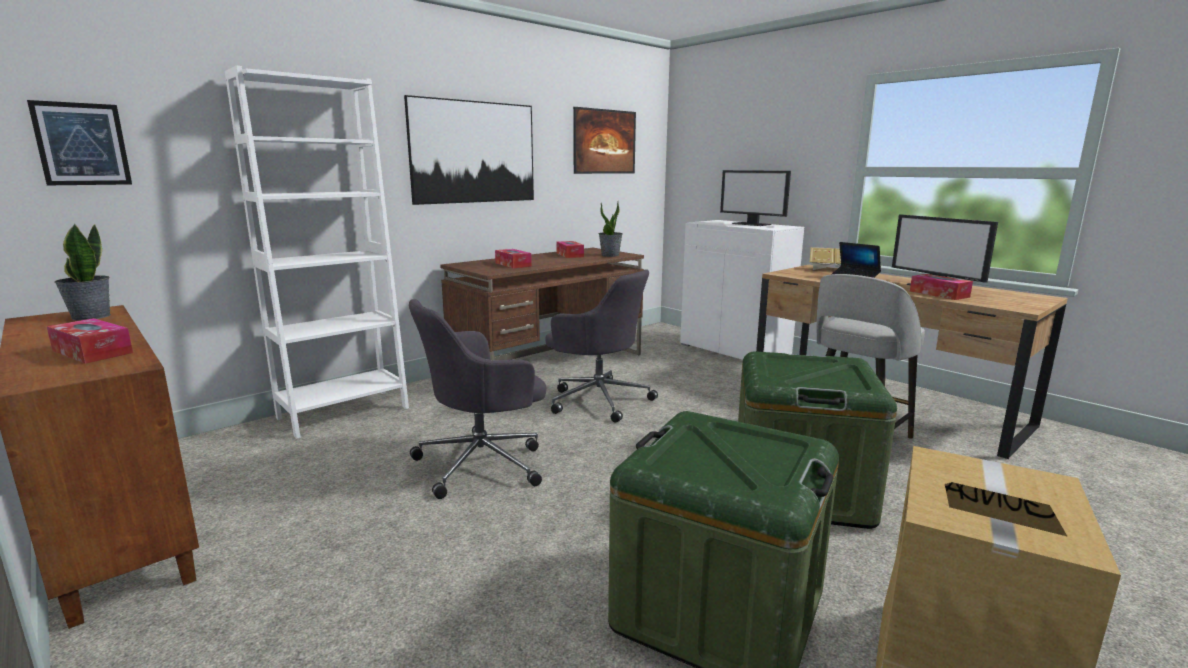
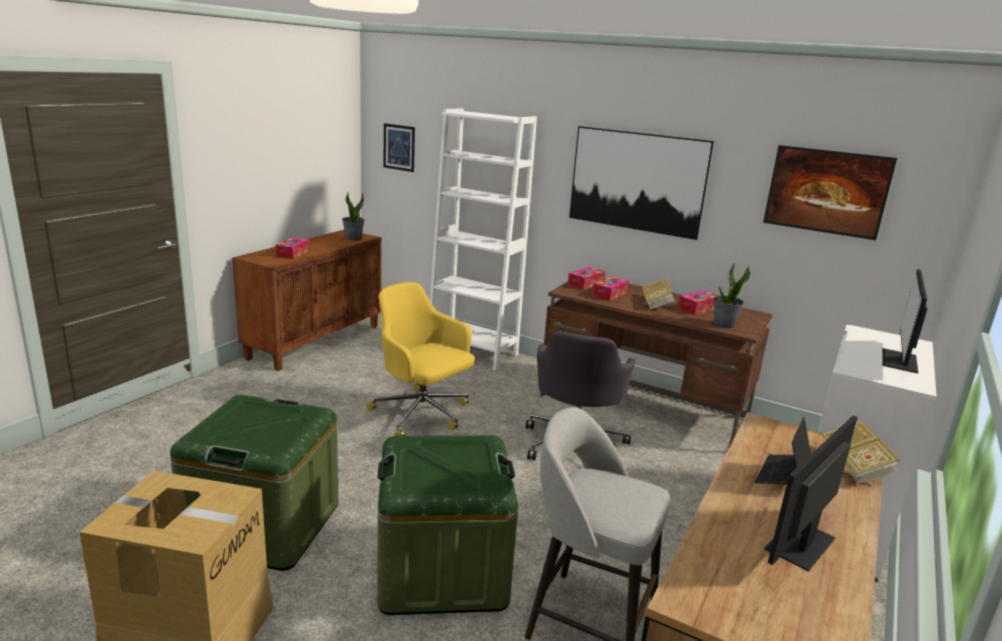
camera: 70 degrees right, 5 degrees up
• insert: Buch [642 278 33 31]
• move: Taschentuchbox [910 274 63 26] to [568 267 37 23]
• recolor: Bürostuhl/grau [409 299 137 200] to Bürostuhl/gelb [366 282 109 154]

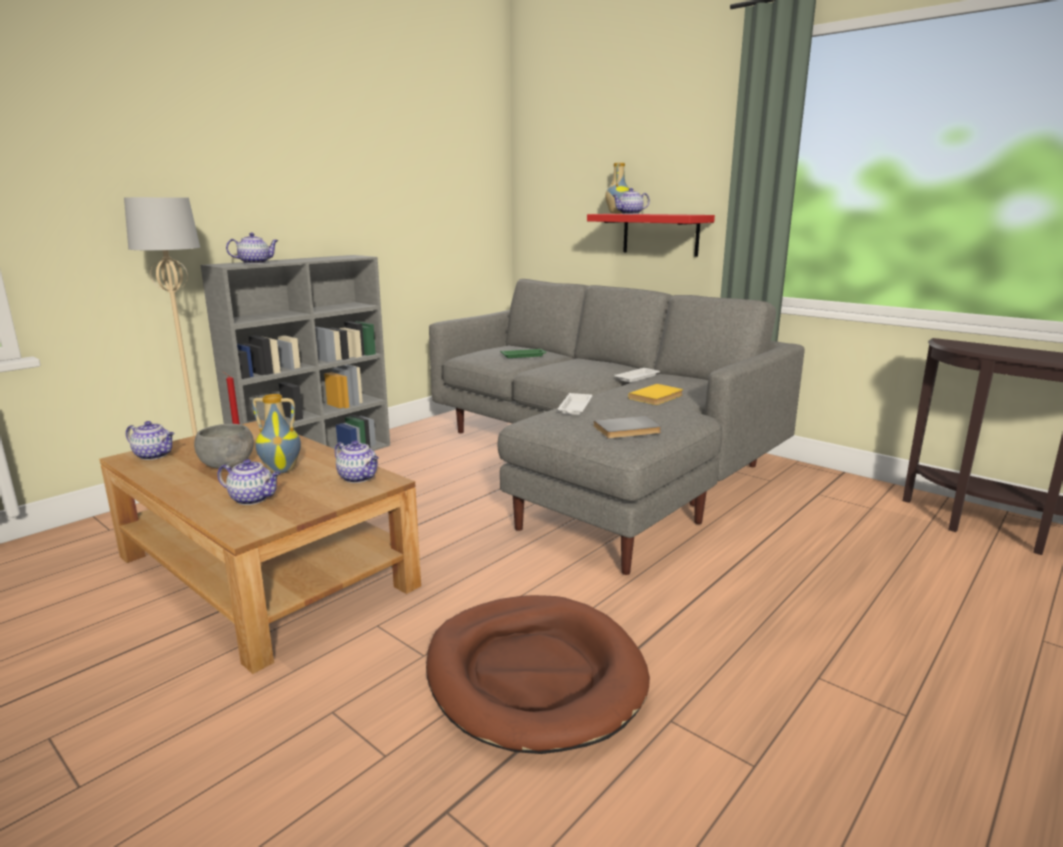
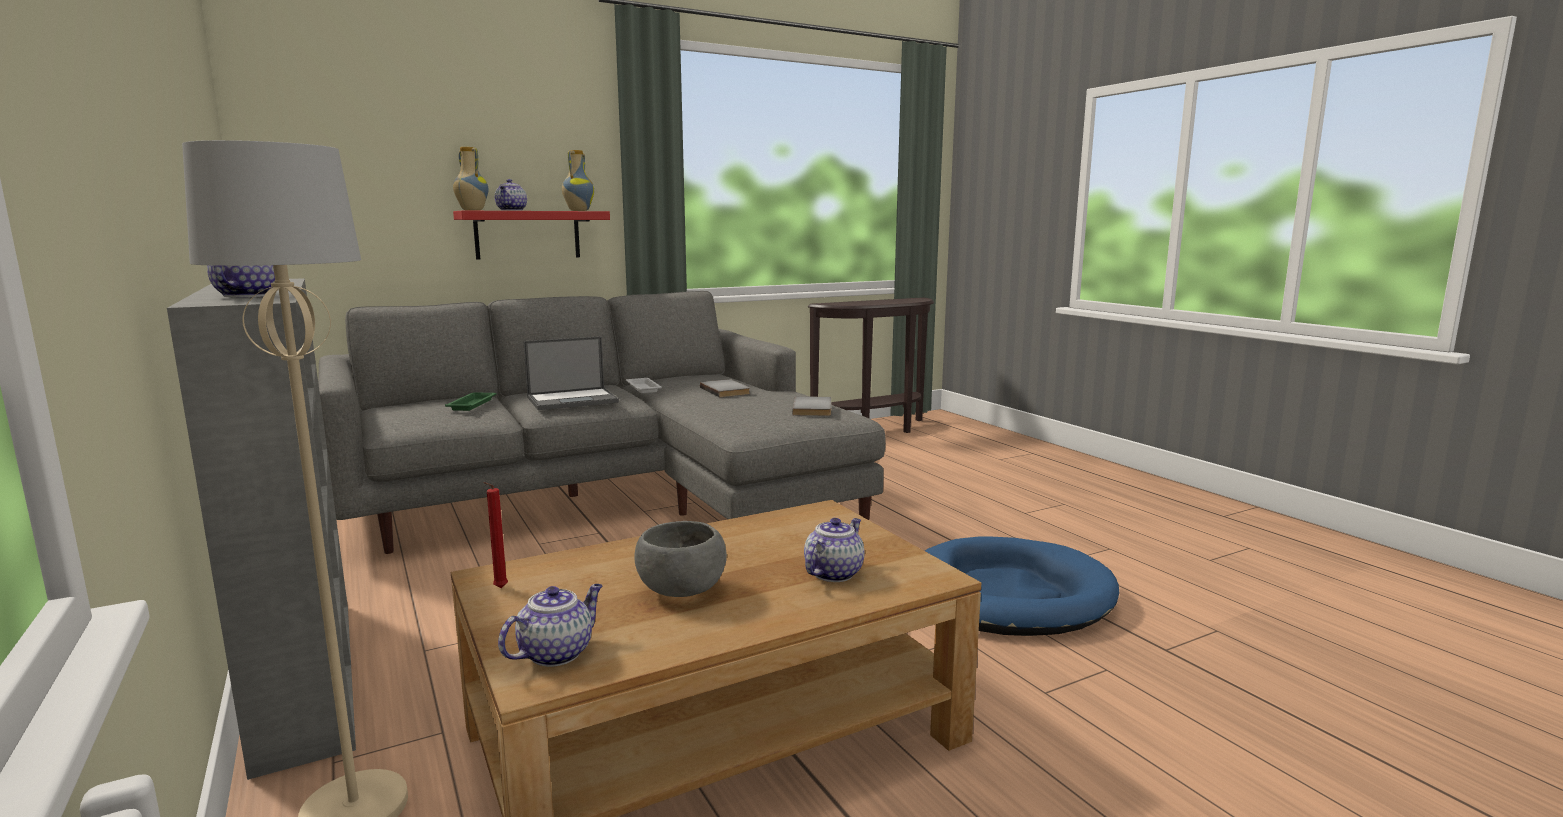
camera: 70 degrees left, 5 degrees down
• delete: Teekanne [335 440 44 43]
• delete: Tablett/weiß [558 393 34 22]
• insert: Laptop [523 336 96 74]
• move: Vase [252 394 49 79] to [562 150 32 61]
• recolor: Hundebett/braun [426 595 224 159] to Hundebett/blau [925 536 194 100]
• recolor: Buch/gelb [628 384 55 21] to Buch/grau [700 379 50 18]

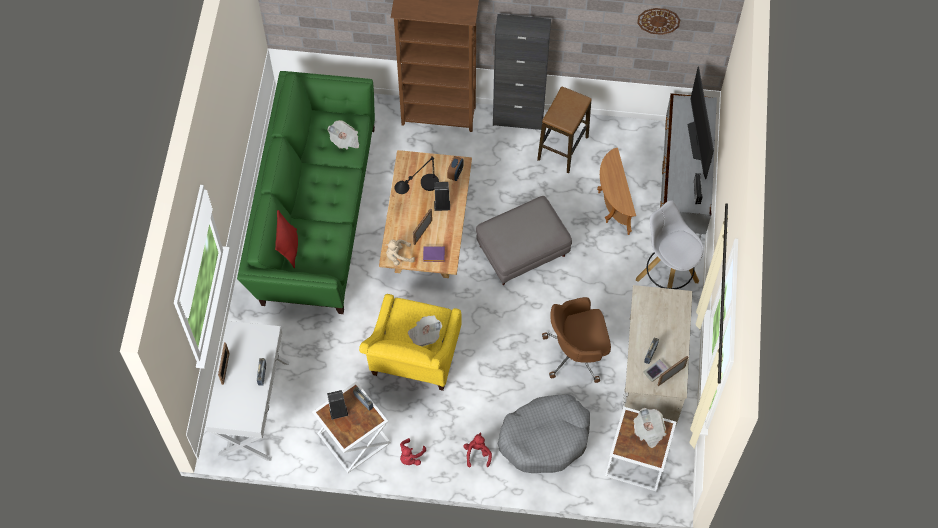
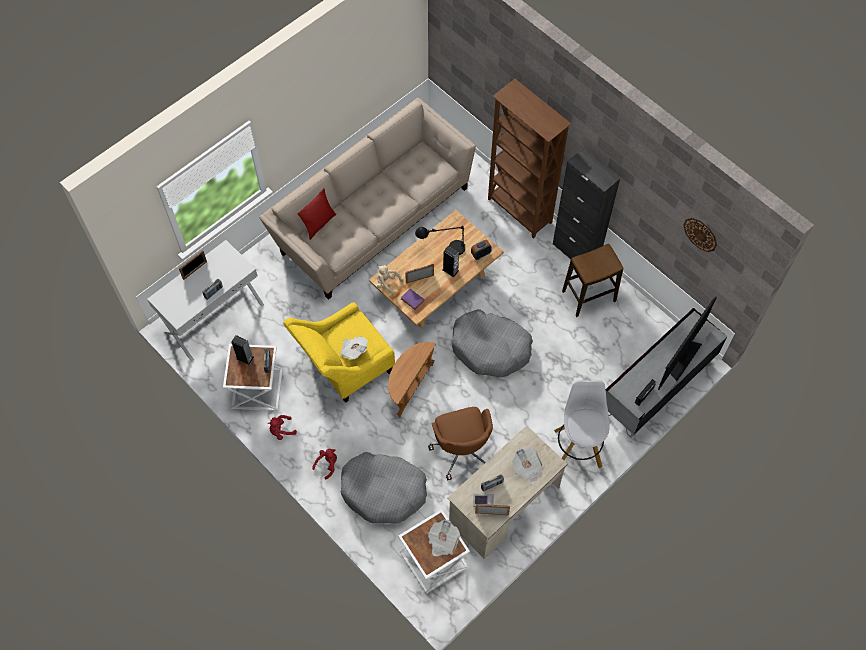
camera: 40 degrees right, 0 degrees up
• move: Zeitung [328 120 31 29] to [512 447 32 37]
• move: Beistelltisch/braun [597 148 39 87] to [388 342 48 76]
• replace: Polsterhocker/grau [476 196 96 89] to Hundebett/grau [452 309 81 68]
• recolor: Sofa/grün [237 71 138 243] to Sofa/beige [259 98 217 202]
• rotate: Bürostuhl/braun [542 297 69 86] = [428 407 65 73] 135 degrees counterclockwise

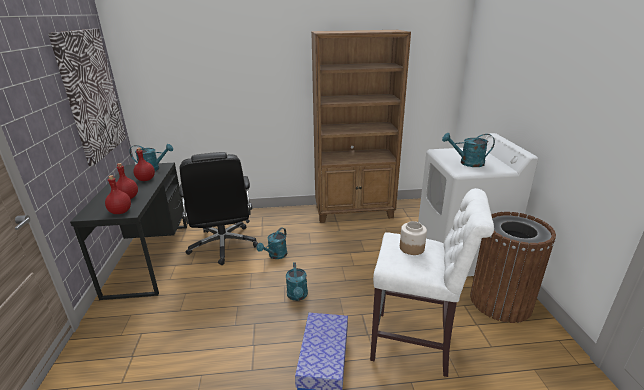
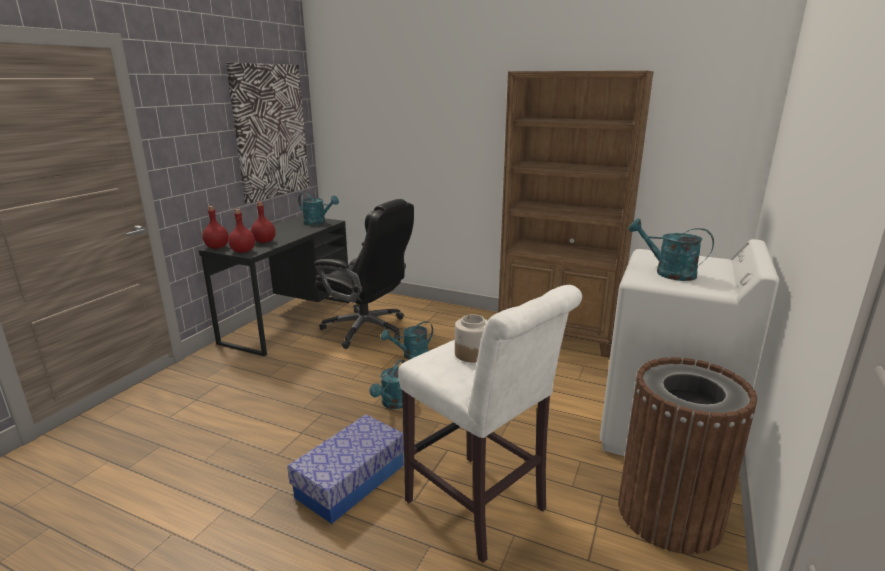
camera: 30 degrees right, 5 degrees down
• move: Flasche/rot [133 148 22 33] to [202 206 27 43]
• rotate: Bürostuhl/schwarz [179 152 79 113] = [314 199 100 150] 75 degrees counterclockwise

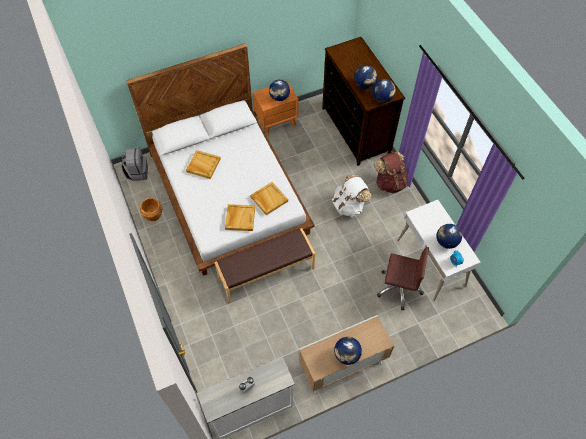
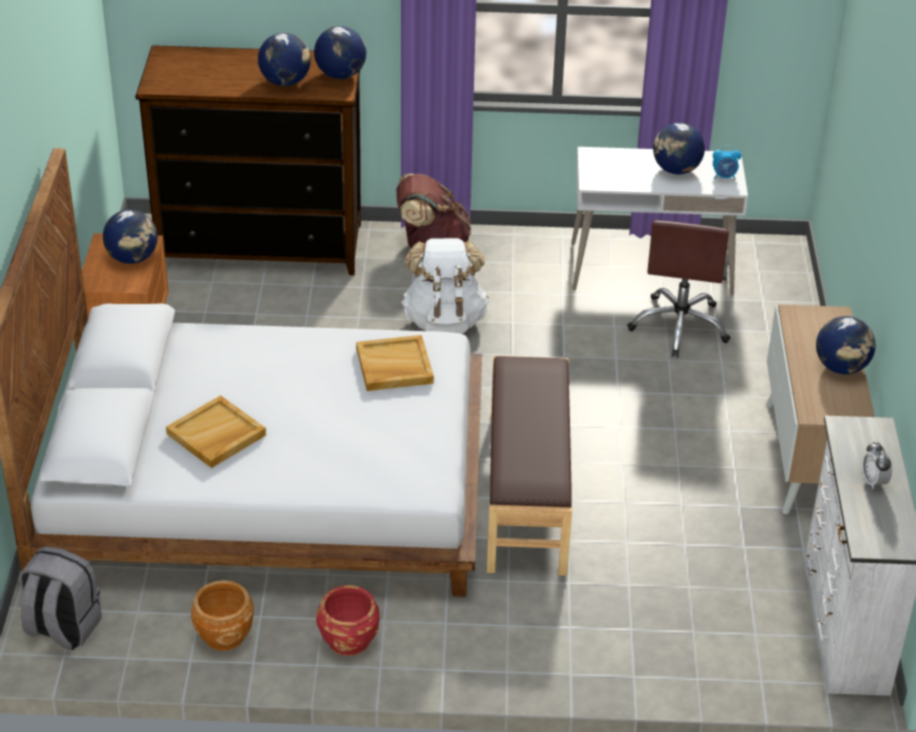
camera: 65 degrees left, 20 degrees down
• delete: Tablett/beige [225 204 30 27]
• insert: Pflanzkübel/rot [316 585 64 71]
• rotate: Bürostuhl/braun [377 247 52 63] = [627 220 103 138] 150 degrees clockwise

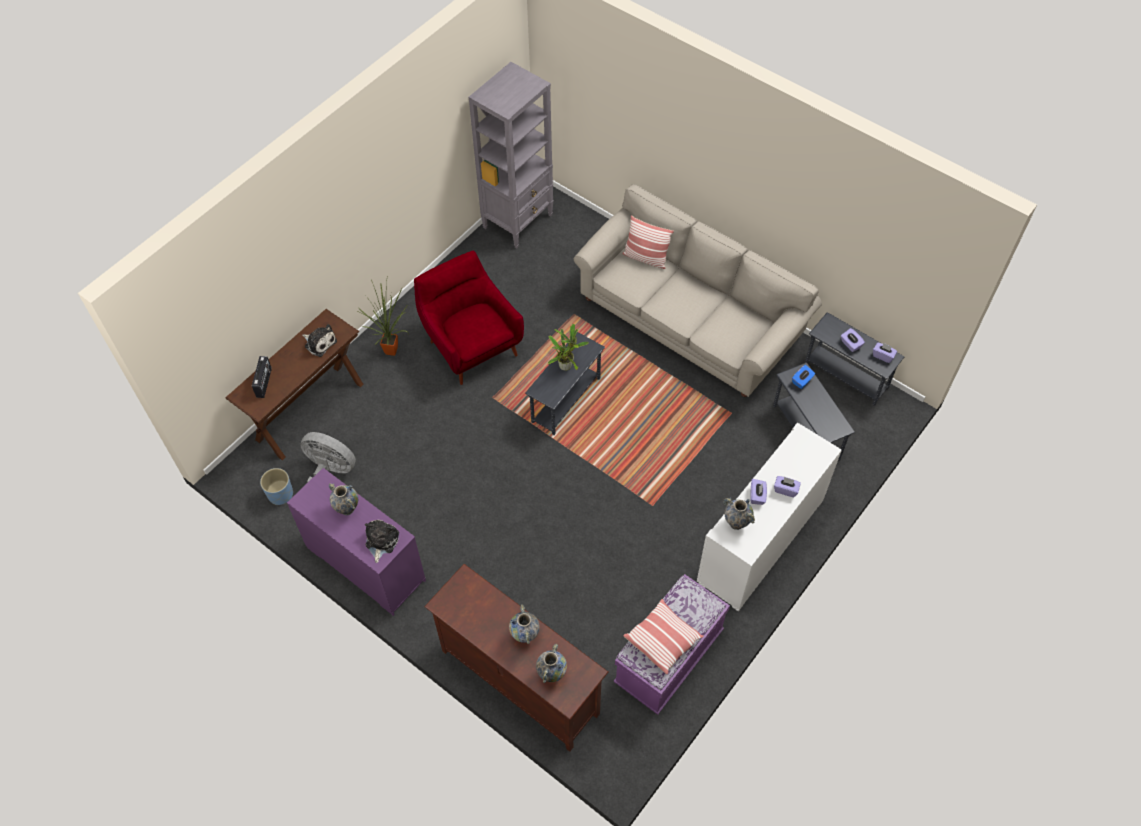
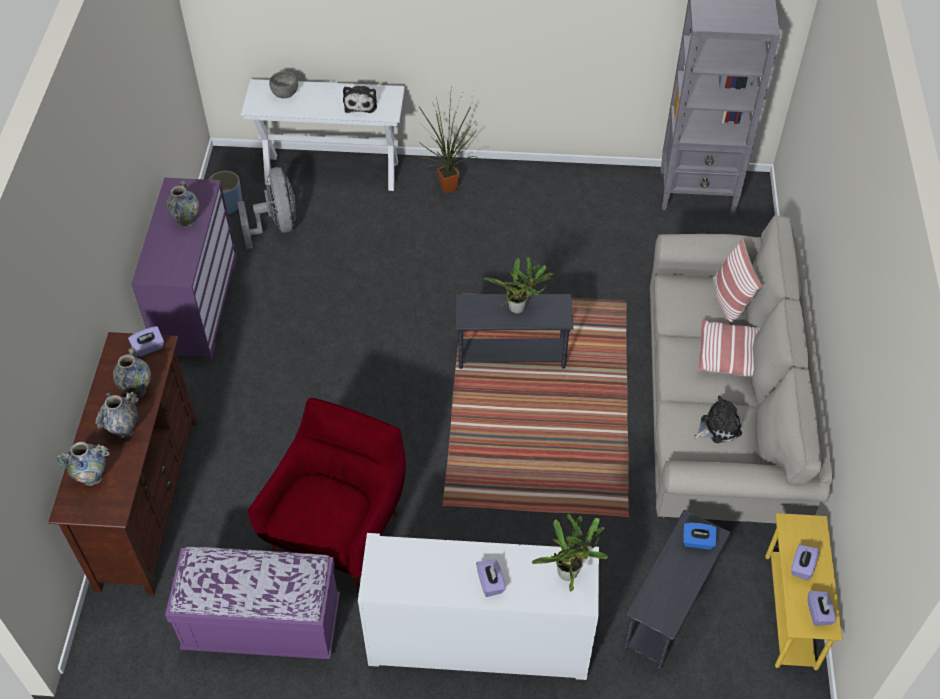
camera: 55 degrees right, 5 degrees down
• insert: Topfpflanze [532 514 76 77]
• move: Plüschtier [365 520 34 43] to [694 396 48 47]
• move: Sessel/rot [414 251 110 134] to [248 398 158 191]
• move: Kissen [623 599 81 75] to [699 319 62 58]
• move: Vase [723 498 32 32] to [113 347 38 51]
• move: Taschentuchbox/lila [750 479 17 26] to [128 326 36 31]
• replace: Radio [252 356 20 42] to Schüssel/grau [269 71 29 27]
• recolor: Konsolentisch/braun [226 309 137 151] to Konsolentisch/weiß [240 79 165 112]
• recolor: Beistelltisch/grau [805 312 99 94] to Beistelltisch/gelb [765 513 77 157]

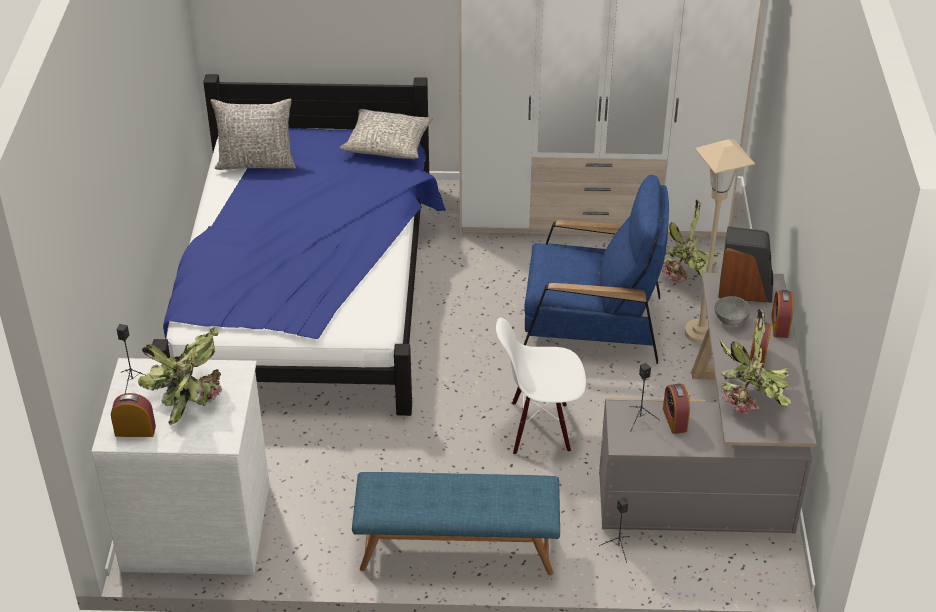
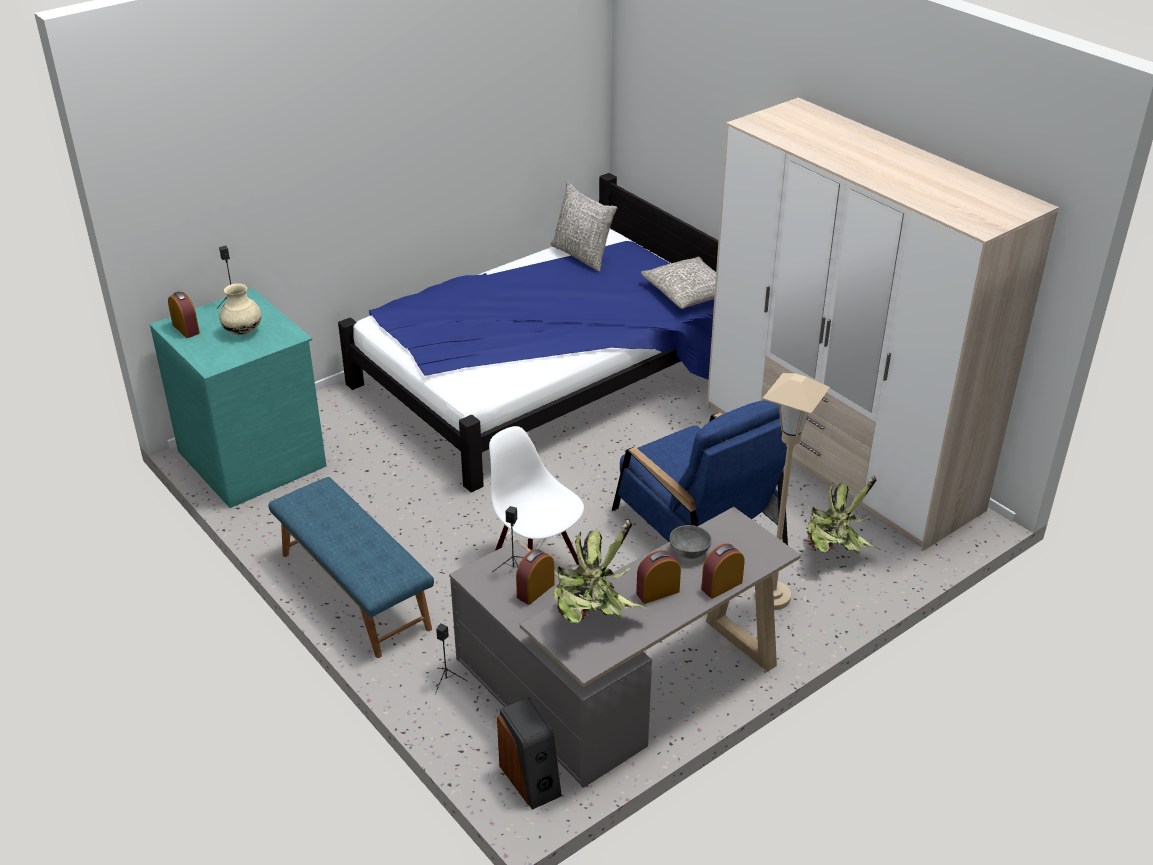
camera: 50 degrees right, 5 degrees down
• move: Lautsprecher [718 226 55 77] to [497 697 65 113]
• replace: Topfpflanze [138 327 84 98] to Vase/beige [219 283 43 52]
• recolor: Kommode/weiß [91 358 178 217] to Kommode/türkis [150 288 176 220]

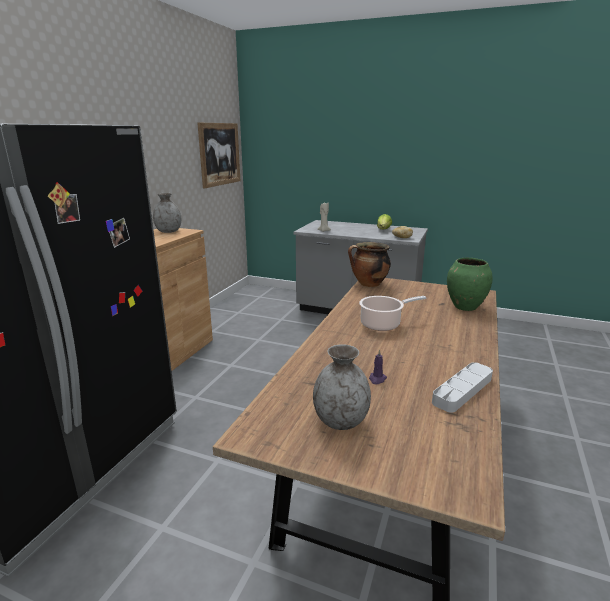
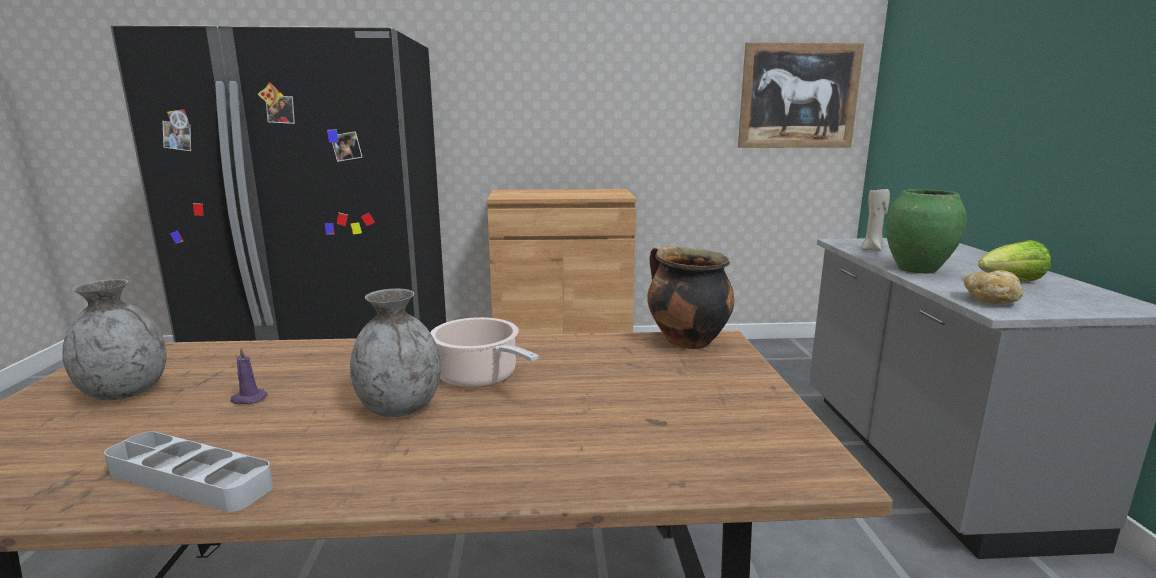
camera: 65 degrees right, 5 degrees down
• move: Vase/grau [153 193 28 40] to [350 289 91 128]
• move: Vase/grün [447 258 45 53] to [886 189 80 85]

